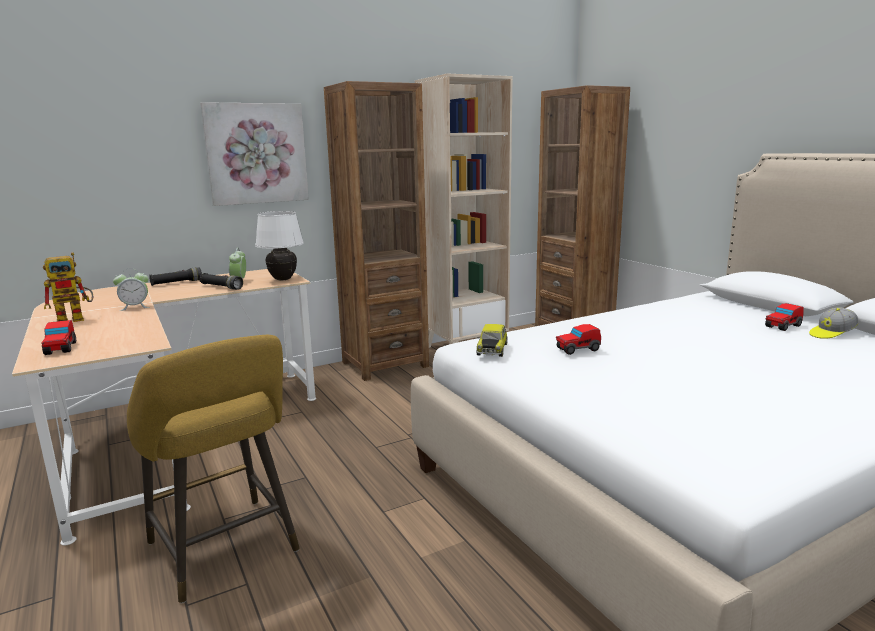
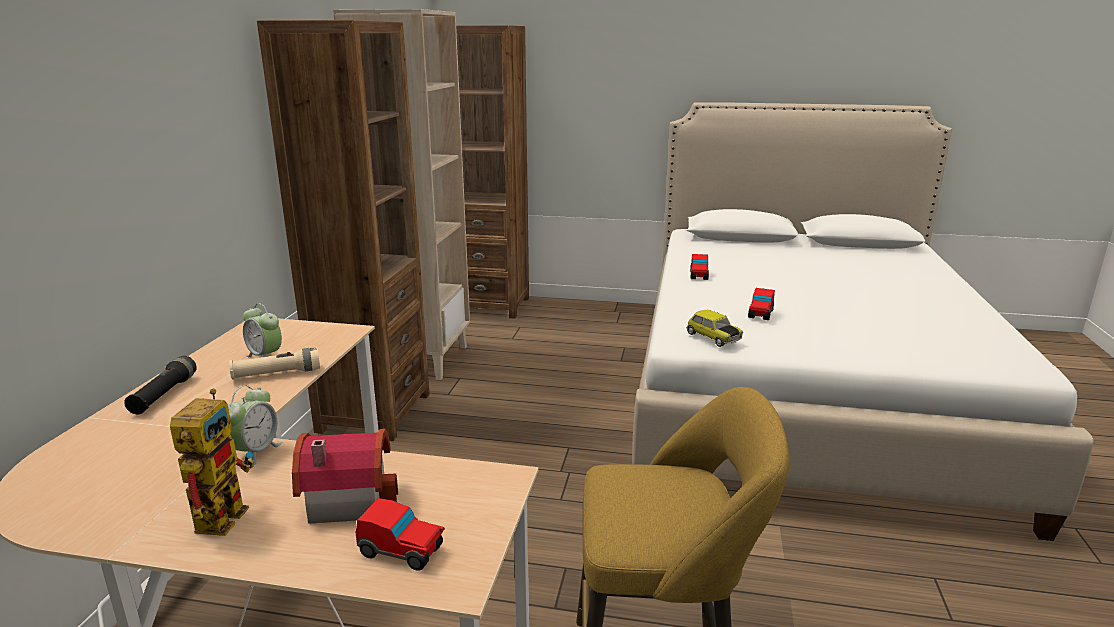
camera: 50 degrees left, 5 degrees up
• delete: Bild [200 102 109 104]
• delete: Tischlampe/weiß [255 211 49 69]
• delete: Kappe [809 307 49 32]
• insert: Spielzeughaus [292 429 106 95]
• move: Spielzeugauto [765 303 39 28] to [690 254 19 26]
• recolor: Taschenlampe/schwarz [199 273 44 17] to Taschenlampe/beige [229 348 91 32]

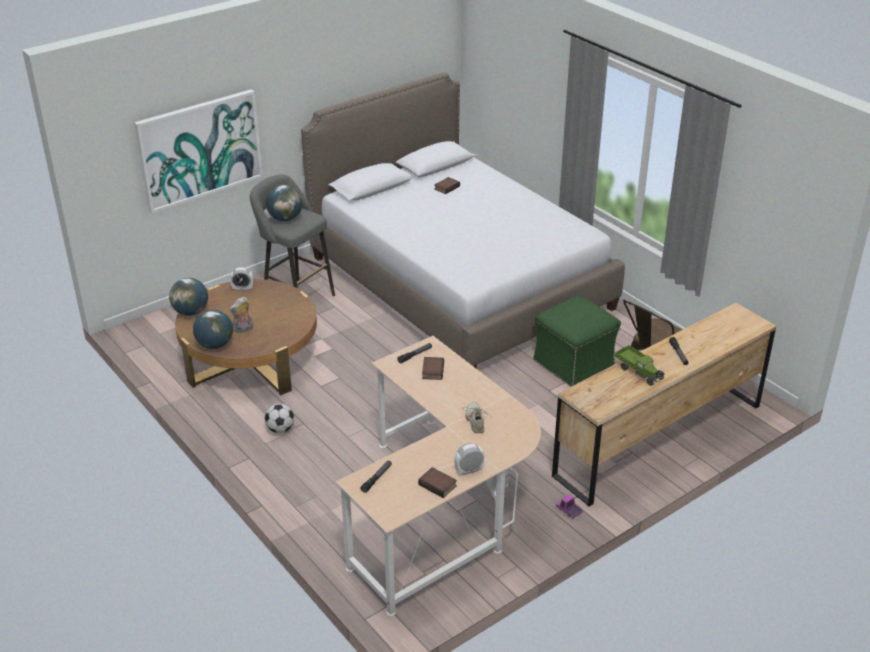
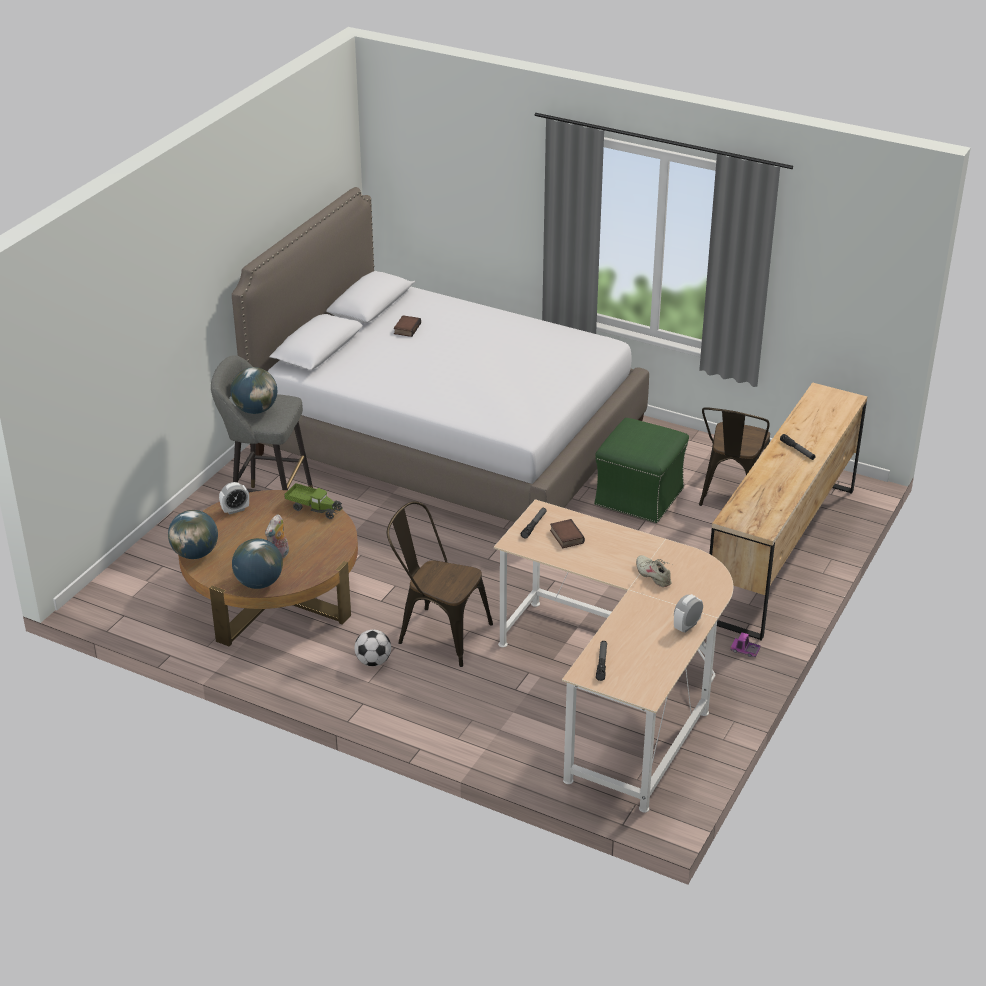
camera: 25 degrees left, 0 degrees up
• delete: Bild [134 89 129 124]
• delete: Buch [418 467 39 31]
• insert: Stuhl/braun [387 501 106 166]
• move: Spielzeuglaster [615 345 49 41] to [284 483 59 36]

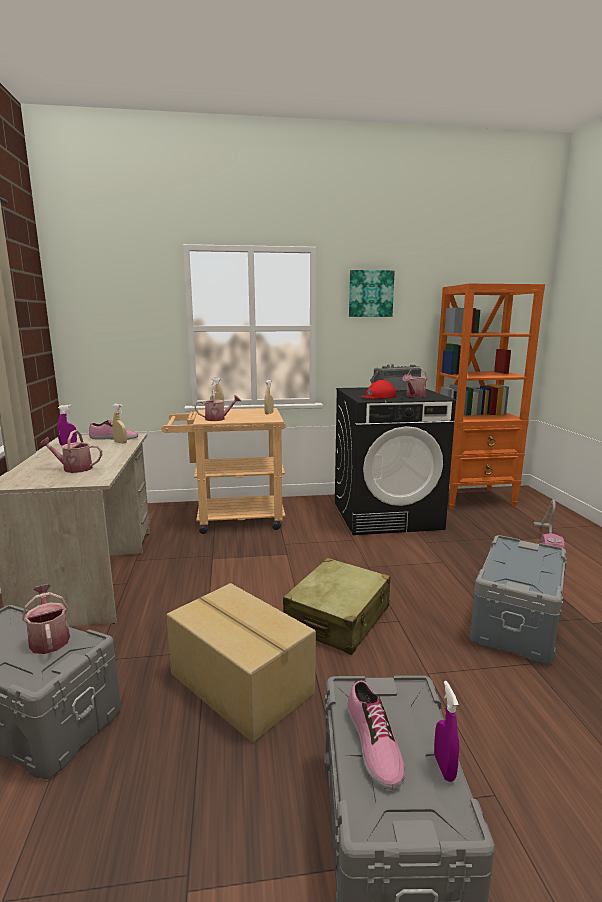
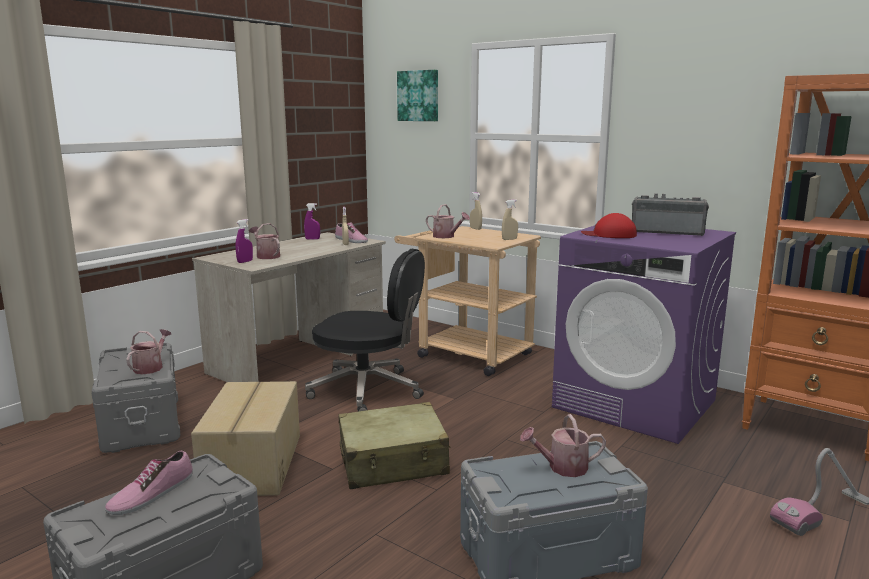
camera: 45 degrees right, 0 degrees up
• insert: Bürostuhl/schwarz [305 249 120 163]
• move: Bild [349 270 46 47] to [397 70 41 51]
• move: Gießkanne [403 367 24 30] to [520 414 86 63]
• move: Sprühflasche/lila [434 681 25 101] to [236 219 17 44]
• recolor: Waschmaschine/schwarz [335 387 121 148] to Waschmaschine/lila [552 225 184 219]

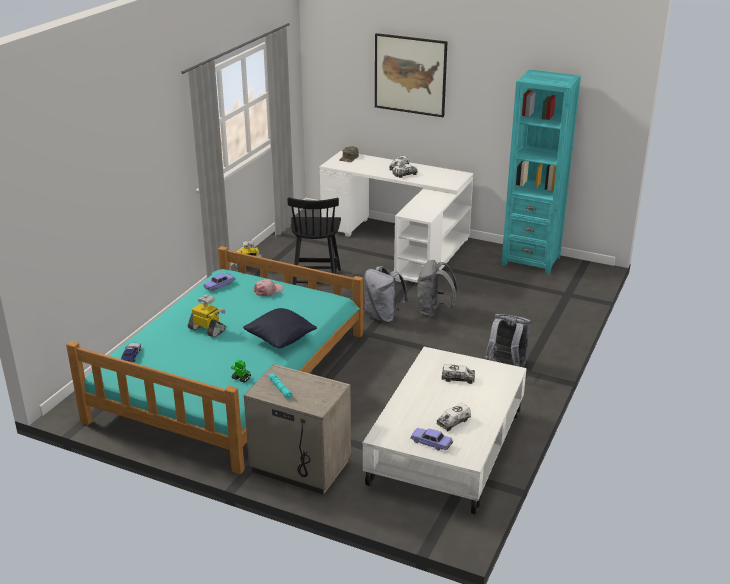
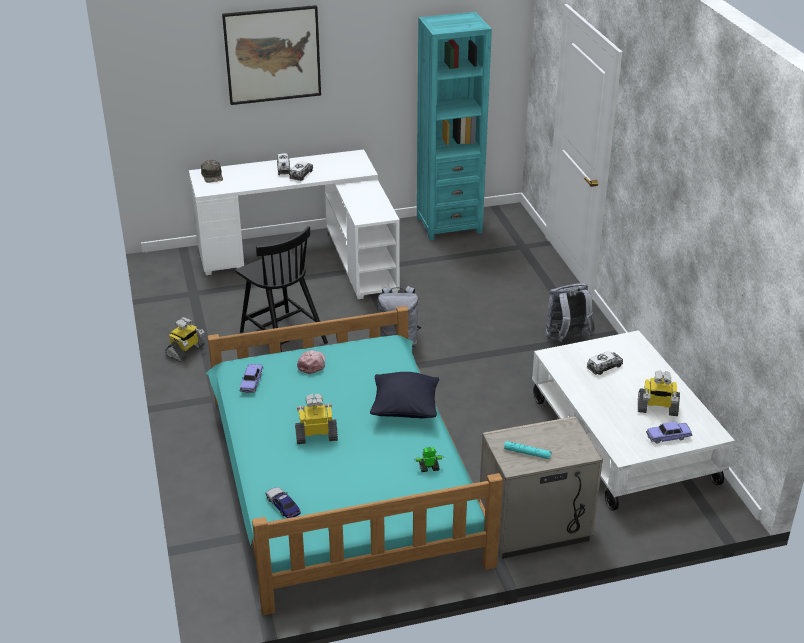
camera: 40 degrees left, 5 degrees up
• delete: Rucksack/grau [417 260 40 57]
• replace: Spielzeuglaster [437 403 34 28] to Spielzeugroboter [638 371 42 45]

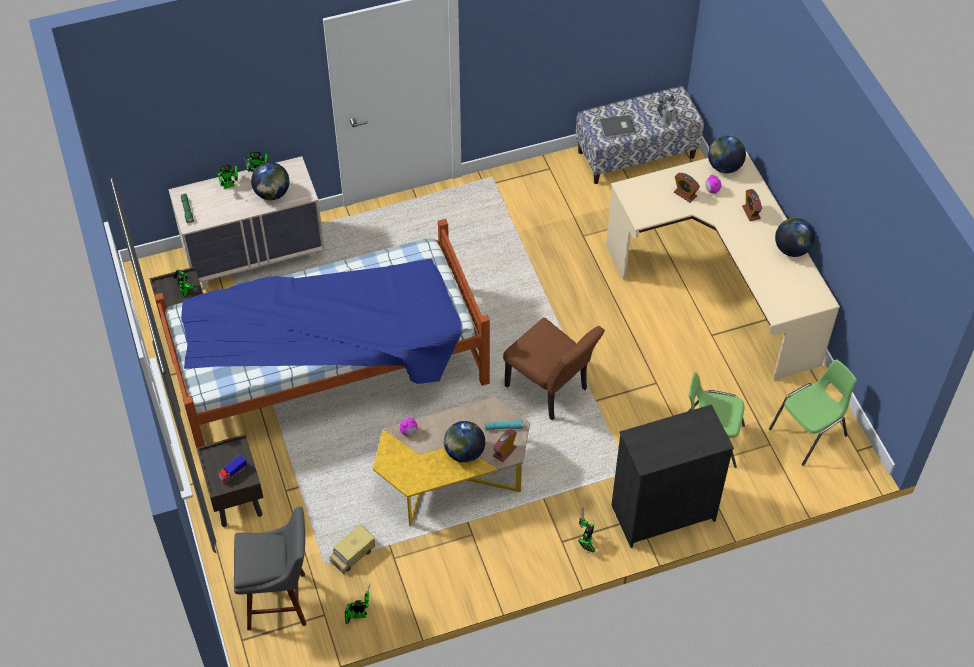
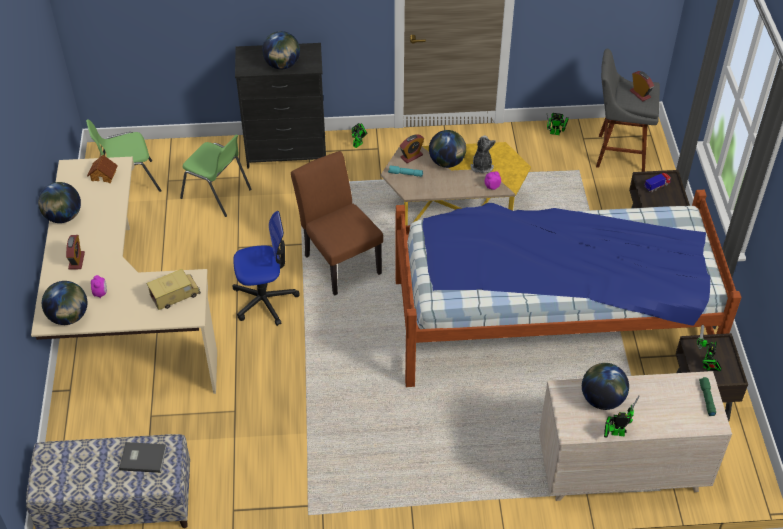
camera: 165 degrees left, 5 degrees down
• delete: Spielzeugroboter [215 165 23 24]
• insert: Spielzeughaus [87 155 31 28]
• insert: Bürostuhl [232 211 68 115]
• insert: Globus [262 31 38 38]
• move: Spielzeuglaster [329 524 46 50] to [146 269 55 41]
• move: Plüschtier [655 95 22 32] to [470 135 26 38]
• move: Wecker [674 173 26 30] to [630 71 24 30]

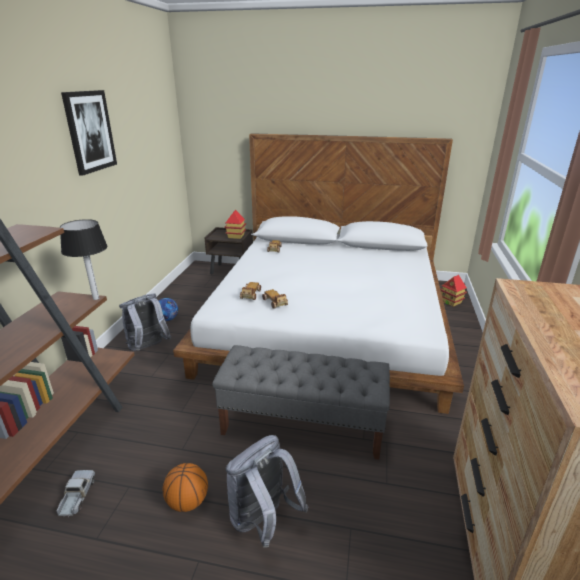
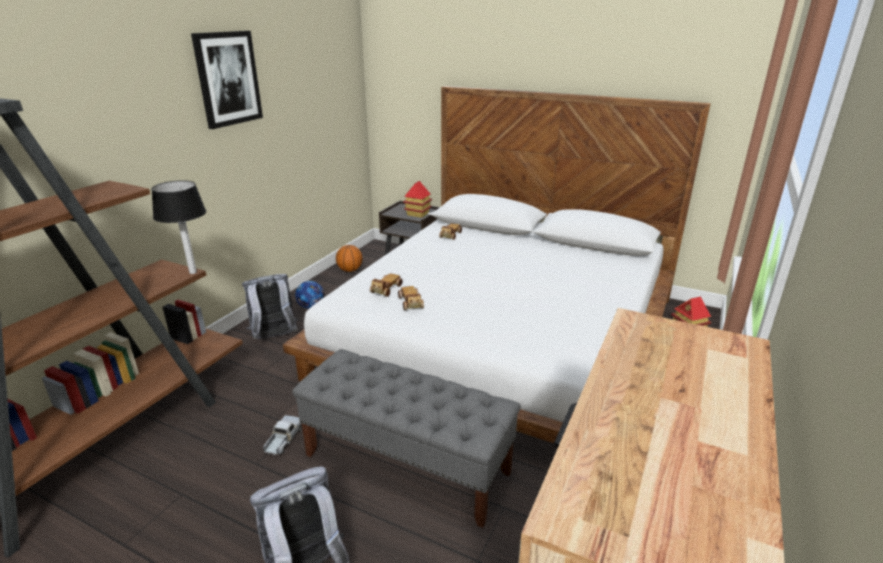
camera: 15 degrees right, 0 degrees up
• move: Spielzeuglaster [56 470 39 48] to [263 415 39 41]
• move: Basketball [163 463 45 49] to [336 245 27 27]

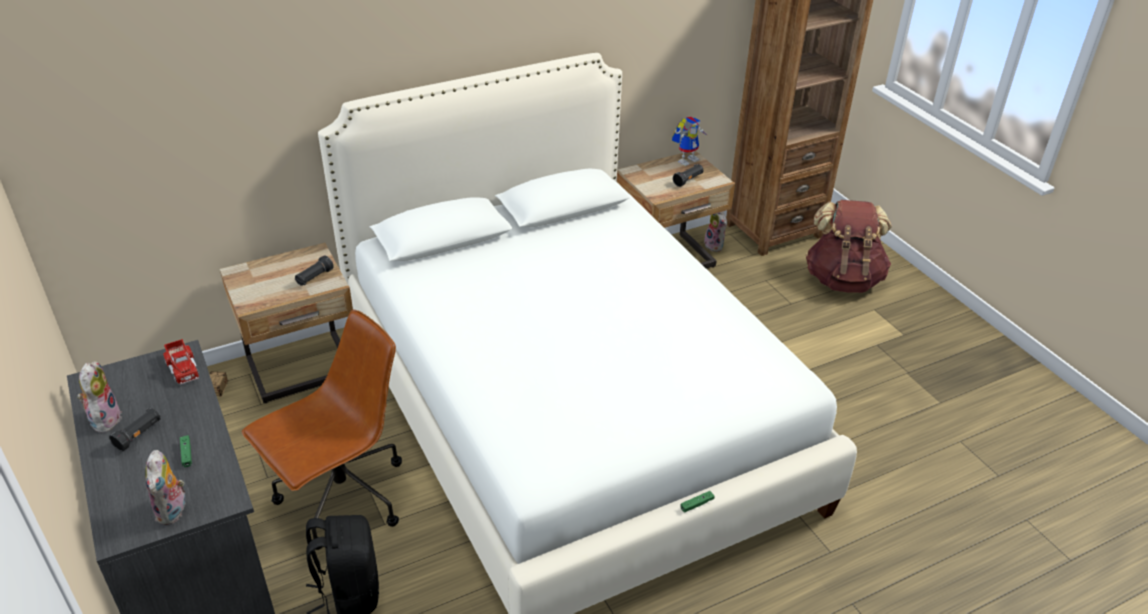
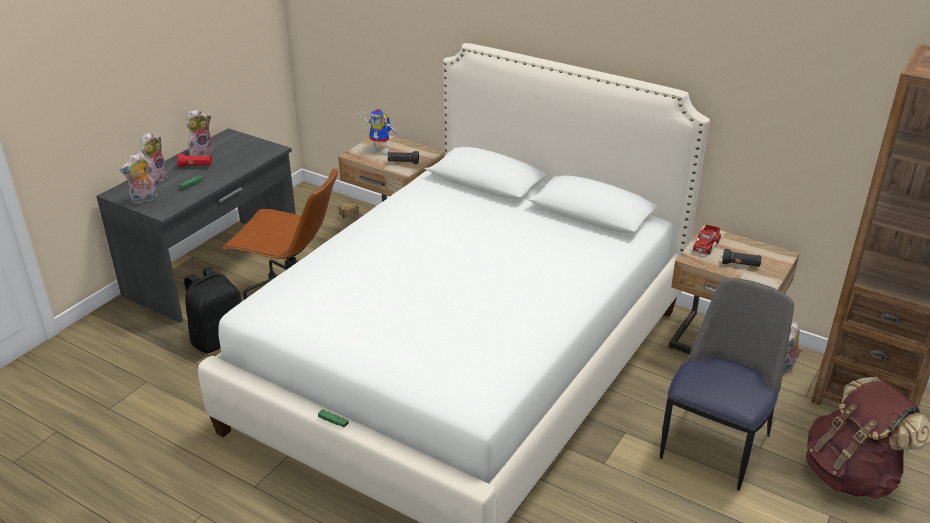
camera: 60 degrees right, 5 degrees down
• insert: Plüschtier [140 132 27 51]
• insert: Stuhl [660 278 134 213]
• move: Spielzeuglaster [163 339 36 46] to [693 224 28 32]
• move: Spielzeugroboter [672 117 36 49] to [358 109 42 45]
• recolor: Taschenlampe/schwarz [109 408 52 43] to Taschenlampe/rot [177 154 35 13]

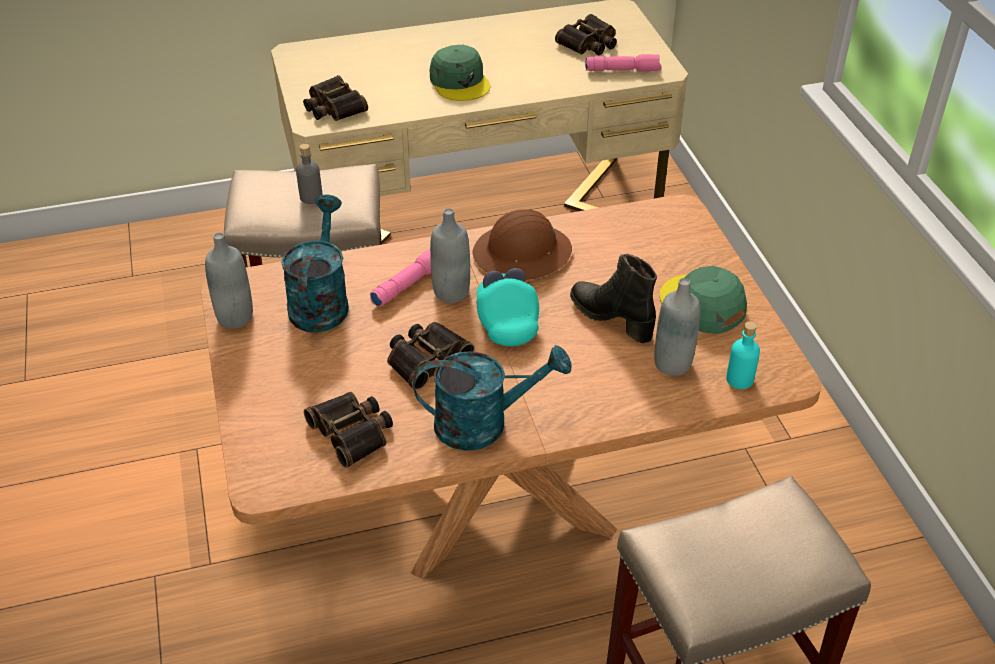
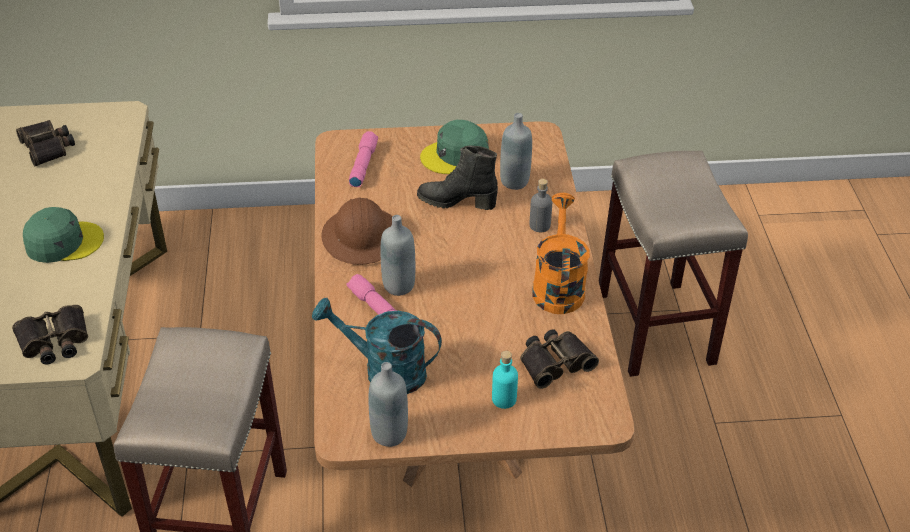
camera: 80 degrees left, 0 degrees up
• delete: Fernglas [387 322 88 68]
• delete: Kappe/türkis [477 268 62 78]
• move: Flasche/grau [296 144 27 60] to [530 179 22 53]
• move: Taschenlampe/rosa [585 54 77 18] to [349 131 29 56]
• move: Flasche/türkis [726 322 34 67] to [492 351 26 58]
• recolor: Gießkanne/türkis [413 345 158 106] to Gießkanne/orange [532 193 58 121]
• rotate: Stiefel/schwarz [570 254 87 89] = [417 146 81 64] 45 degrees clockwise

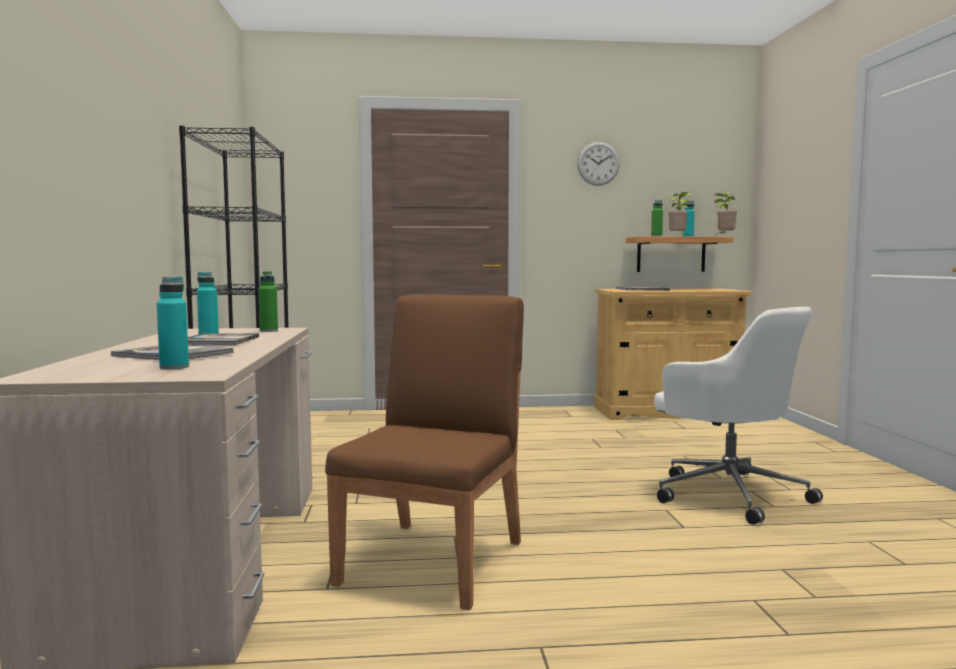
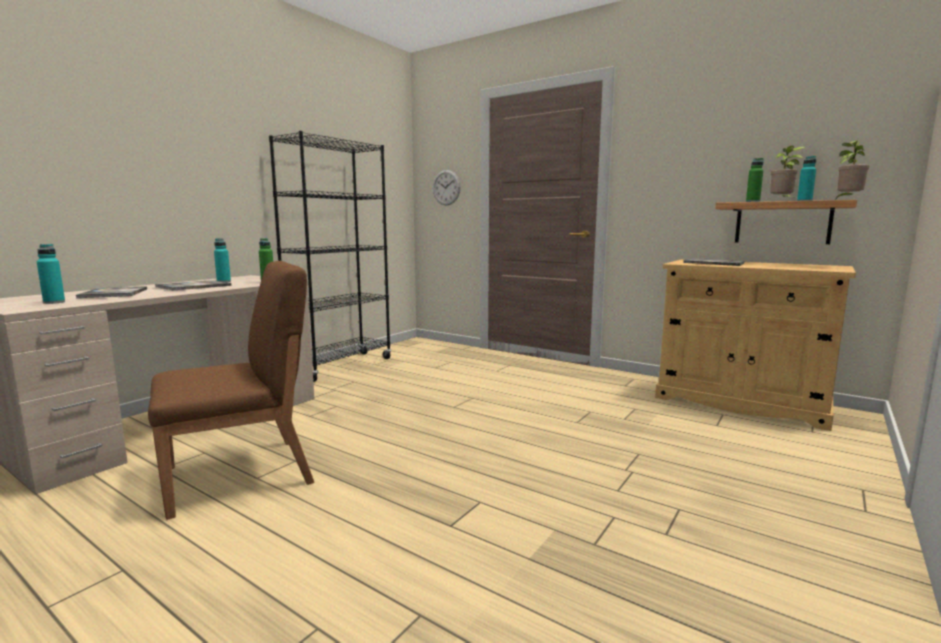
camera: 40 degrees right, 5 degrees up
• delete: Bürostuhl/weiß [654 307 169 218]
• move: Wanduhr [577 142 43 44] to [433 170 27 36]

